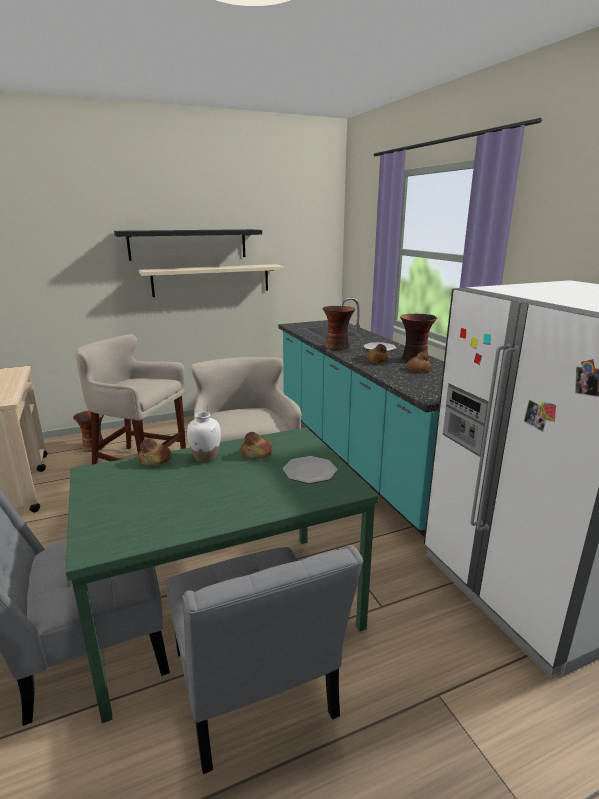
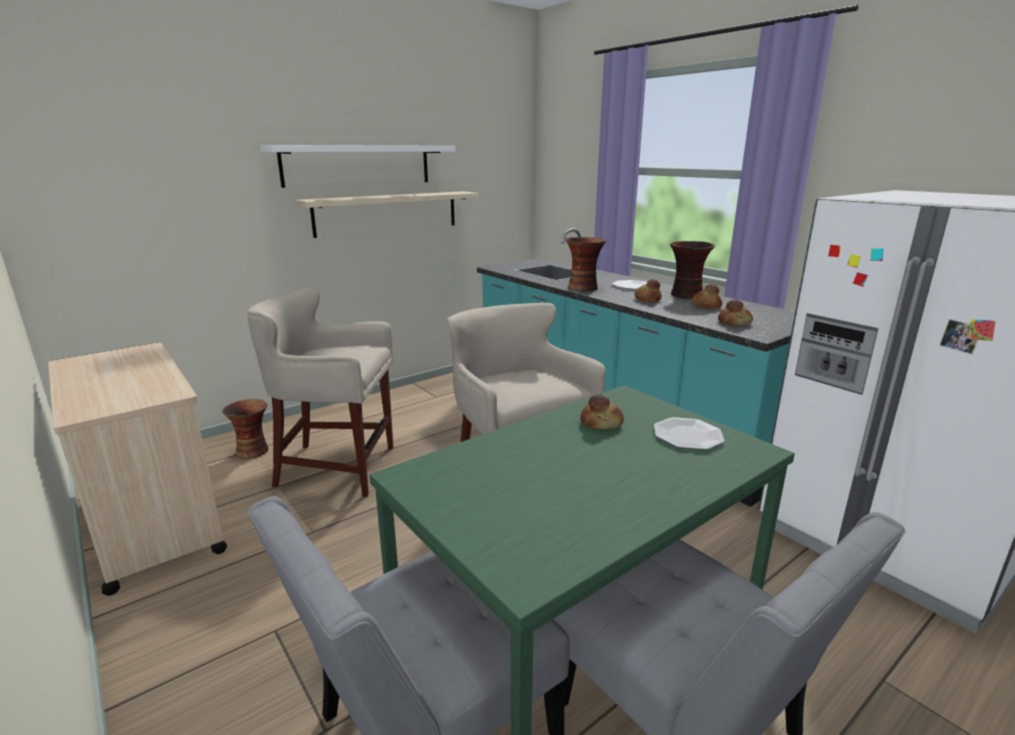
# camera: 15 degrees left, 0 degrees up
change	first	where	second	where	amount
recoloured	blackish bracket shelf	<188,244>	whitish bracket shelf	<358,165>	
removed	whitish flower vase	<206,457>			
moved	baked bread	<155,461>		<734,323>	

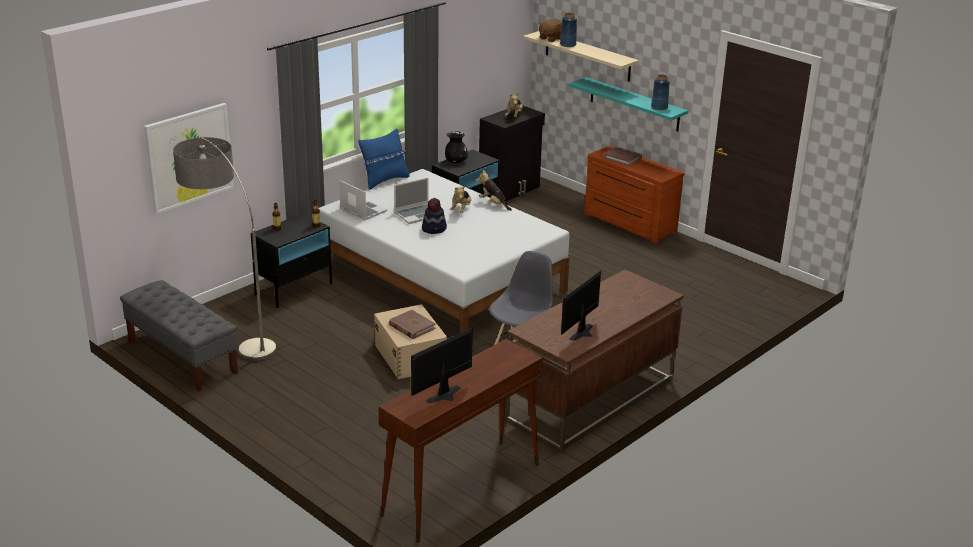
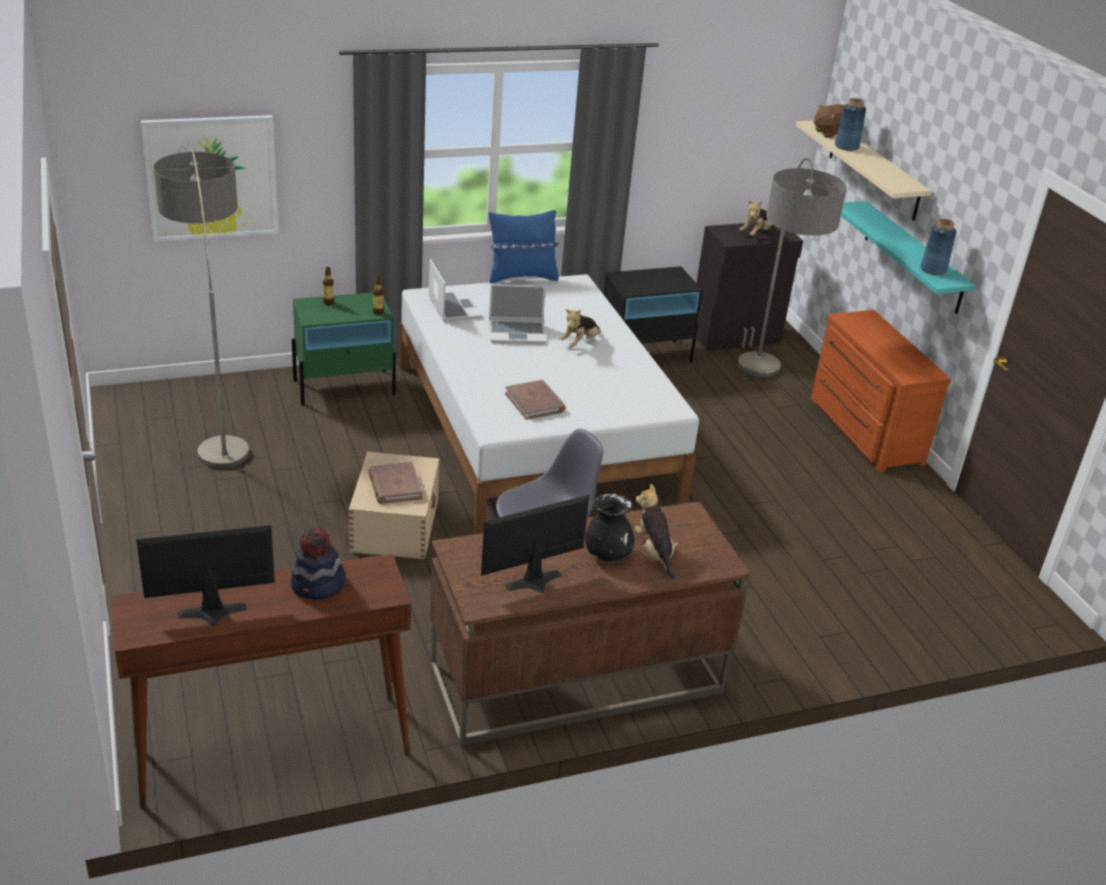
# camera: 25 degrees right, 5 degrees up
change	first	where	second	where	amount
moved	blackish flower vase	<456,161>		<607,554>	
moved	brown volume	<623,158>		<535,402>	
moved	plush toy	<493,204>		<654,552>	
moved	wearable hat	<434,229>		<318,585>	
recoloured	blackish nightstand	<294,289>	green-coloured nightstand	<345,387>	
removed	grey bench	<182,357>			
added			standing lamp	<763,393>	

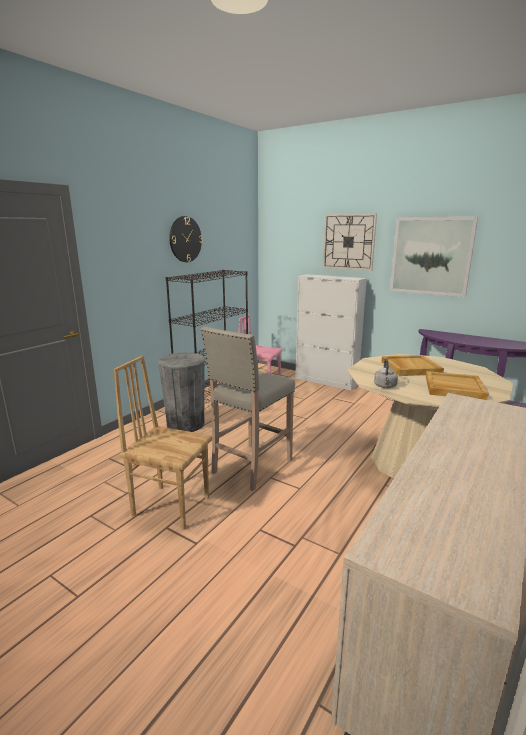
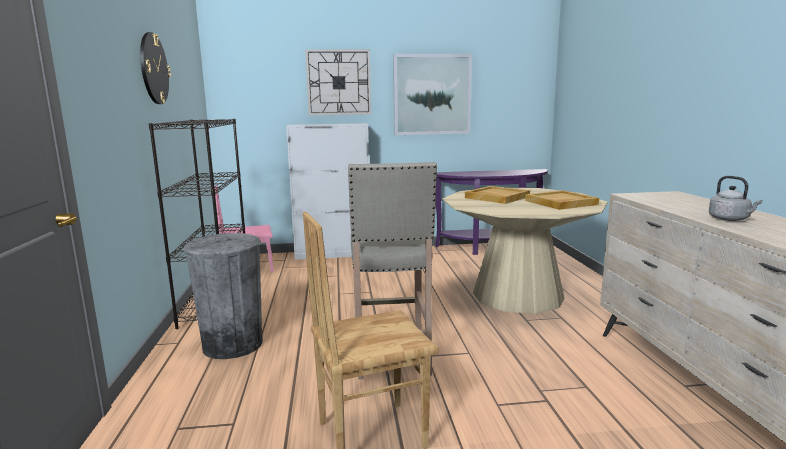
# camera: 40 degrees left, 5 degrees down
change	first	where	second	where	amount
moved	grey kettle	<385,386>		<730,219>	

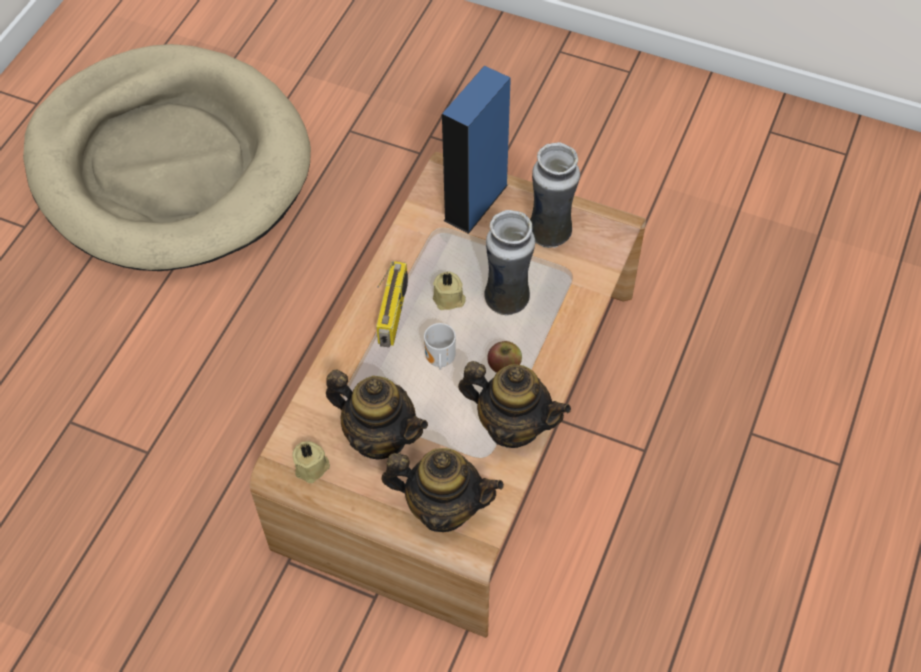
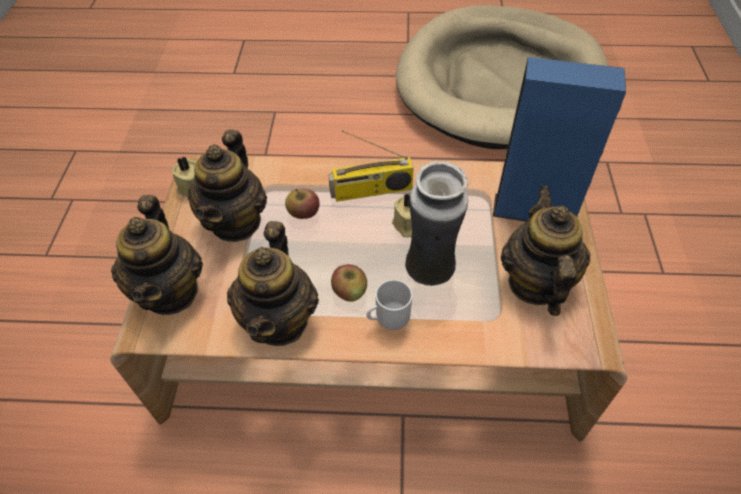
# camera: 70 degrees right, 5 degrees down
change	first	where	second	where	amount
replaced	flower vase	<550,234>	teapot	<535,283>	
moved	coffee mug	<439,360>		<389,319>	
added			apple	<303,213>	

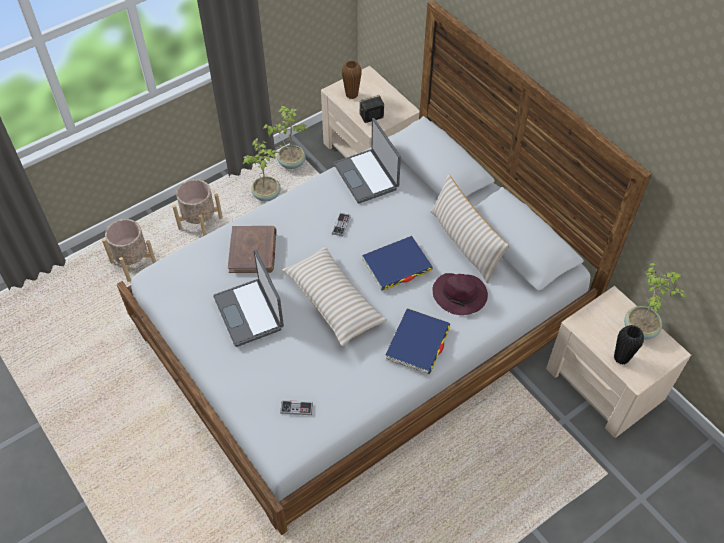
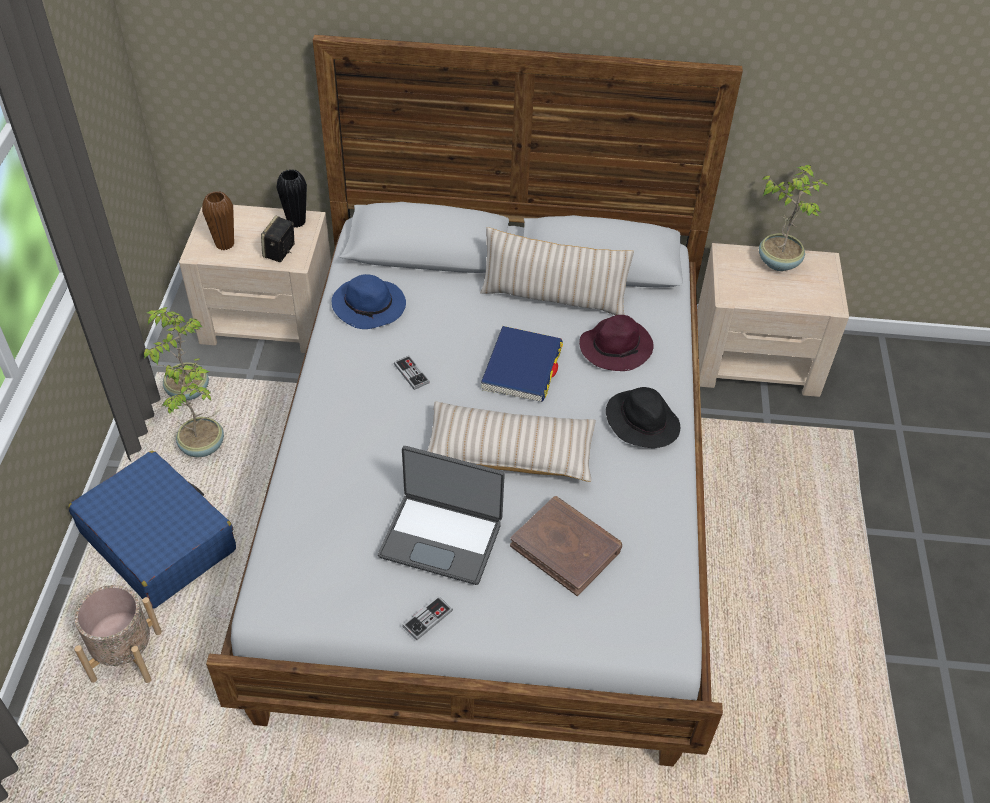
# camera: 50 degrees left, 5 degrees down
change	first	where	second	where	amount
replaced	notebook computer	<367,176>	blue-coloured wearable hat	<370,307>	
replaced	sand-coloured plant pot	<200,223>	blue-coloured piece of luggage	<158,540>	
moved	brown volume	<253,251>		<566,547>	
replaced	blue-coloured volume	<417,343>	blackish wearable hat	<641,421>	
moved	blackish flower vase	<621,358>		<296,222>	
moved	game controller	<296,408>		<427,619>	

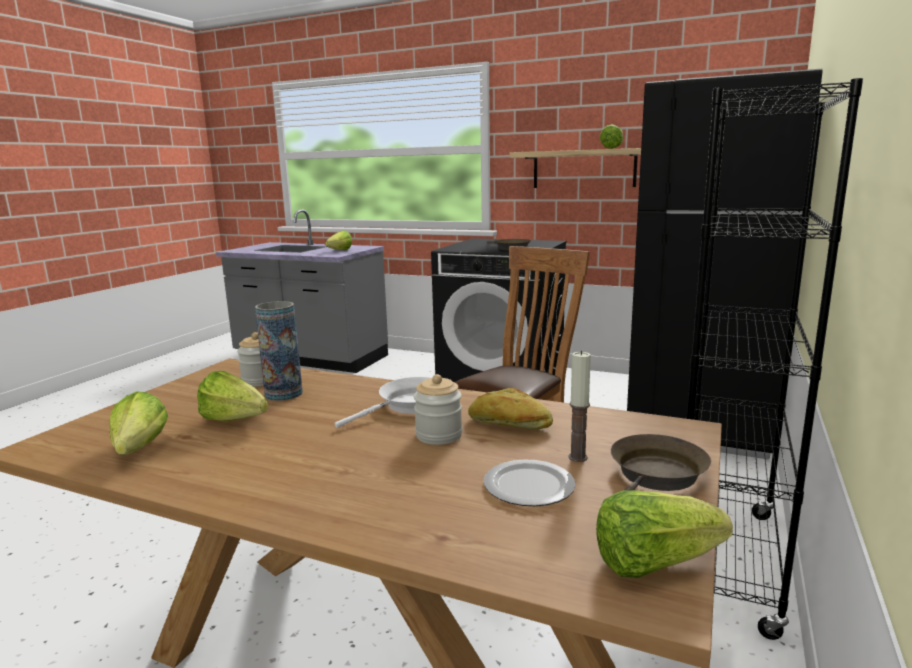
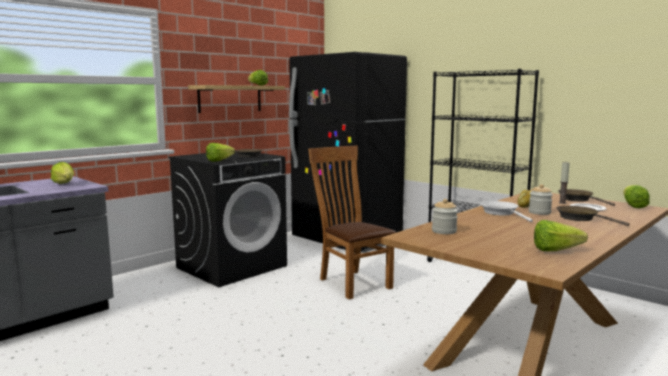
# camera: 70 degrees left, 5 degrees down
change	first	where	second	where	amount
removed	flower vase	<283,394>			
moved	lettuce head	<238,422>		<222,160>	
added			brown pan	<580,218>	

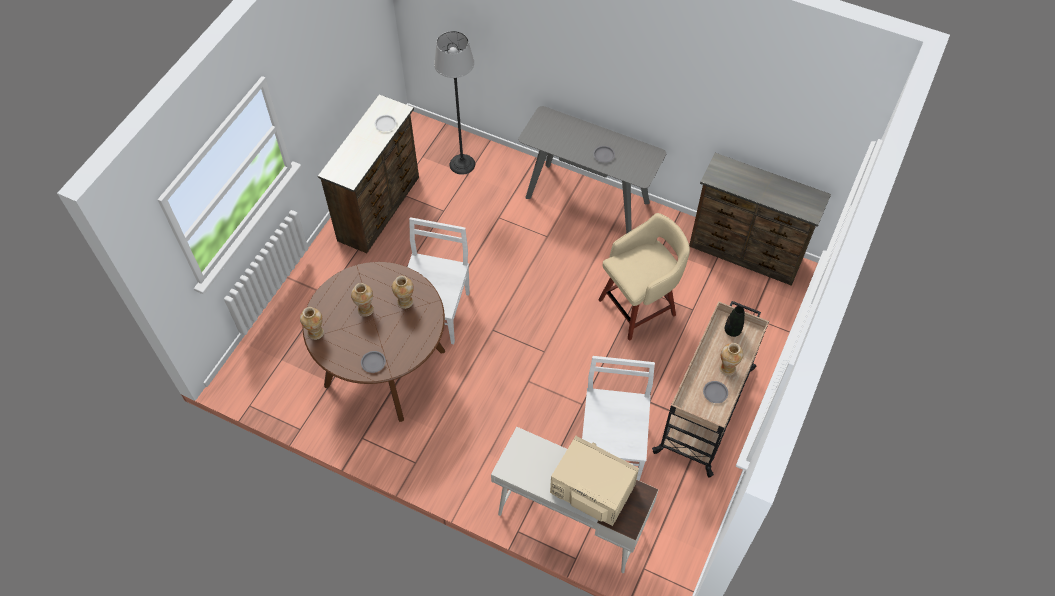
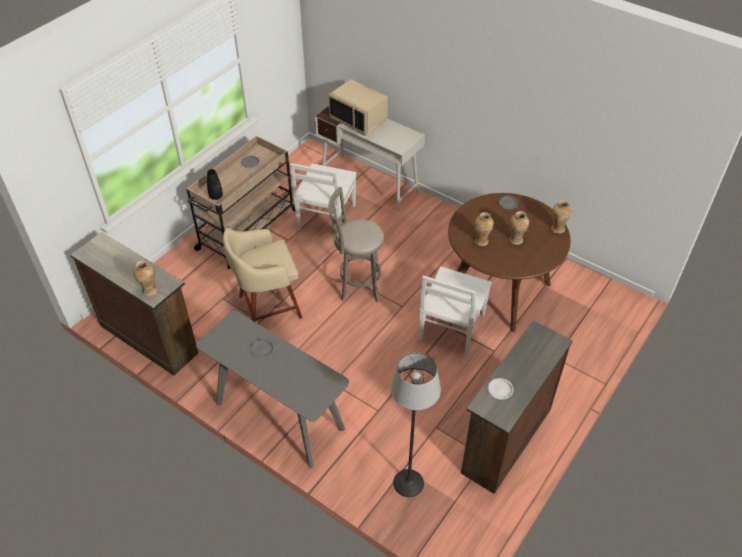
# camera: 170 degrees left, 10 degrees down
change	first	where	second	where	amount
moved	flower vase	<727,368>		<149,290>	
added			grey sitting stool	<357,285>	

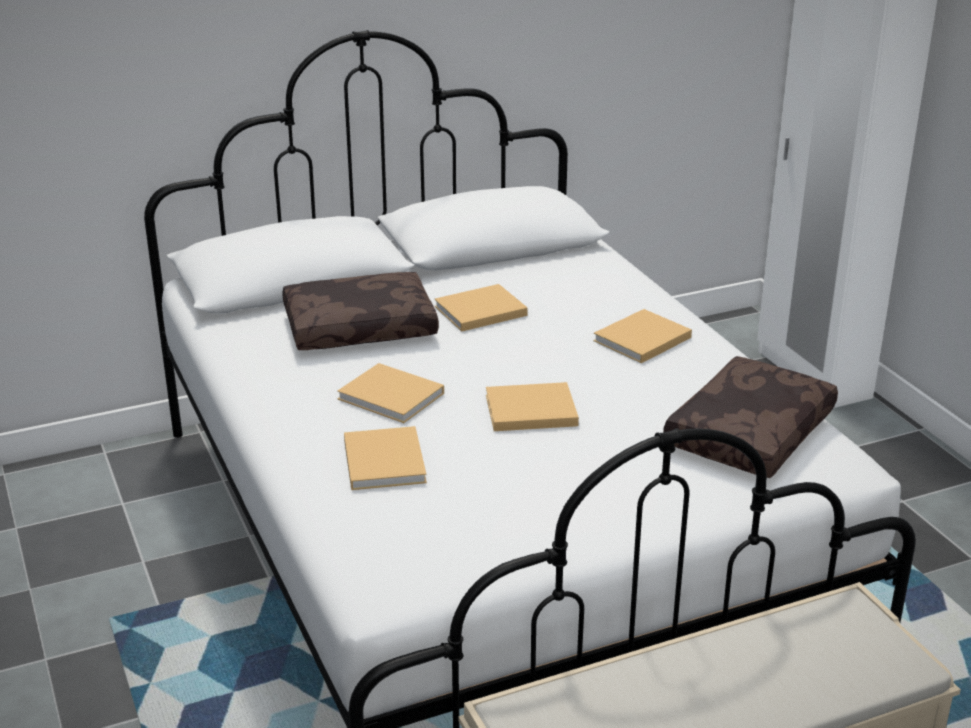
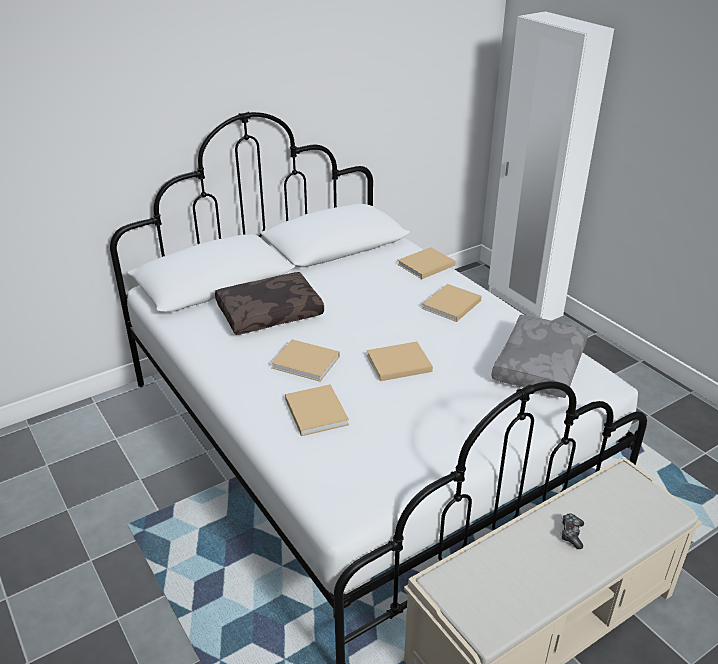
# camera: 10 degrees left, 5 degrees up
change	first	where	second	where	amount
moved	sand-coloured volume	<478,311>		<425,265>	
recoloured	brown throw pillow	<748,432>	grey throw pillow	<537,364>	
added			game controller	<571,534>	

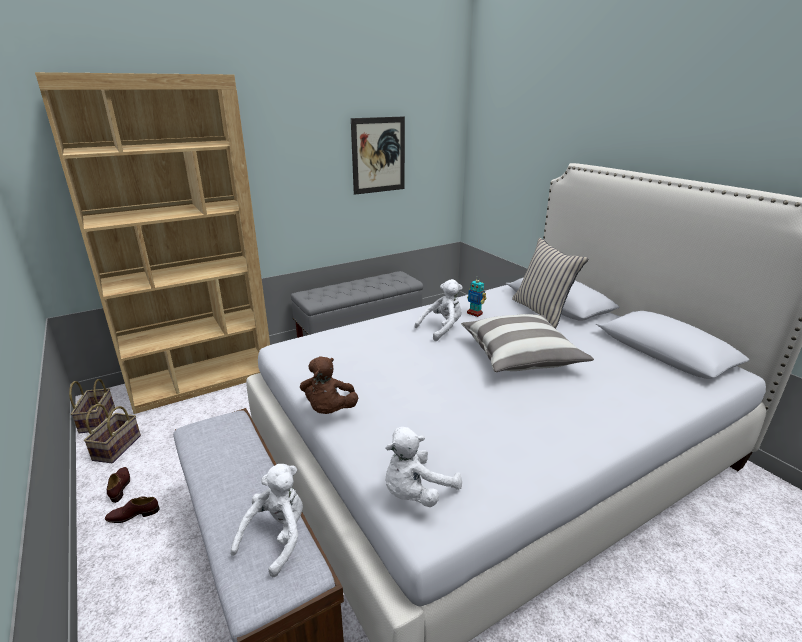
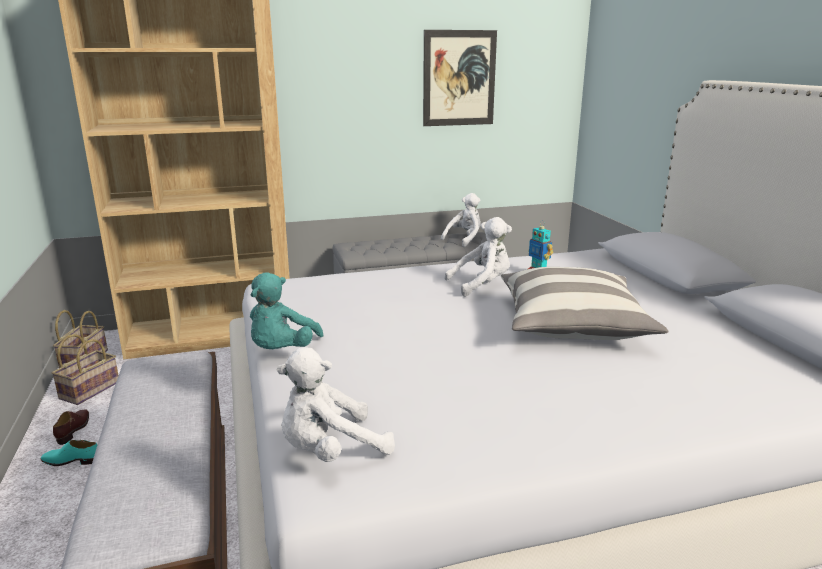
# camera: 15 degrees right, 5 degrees down
change	first	where	second	where	amount
removed	sand-coloured throw pillow	<542,311>			
recoloured	brown plush toy	<329,411>	turquoise plush toy	<282,351>	
moved	whitish plush toy	<277,537>		<464,239>	
recoloured	brown low shoe	<133,515>	turquoise low shoe	<72,461>	

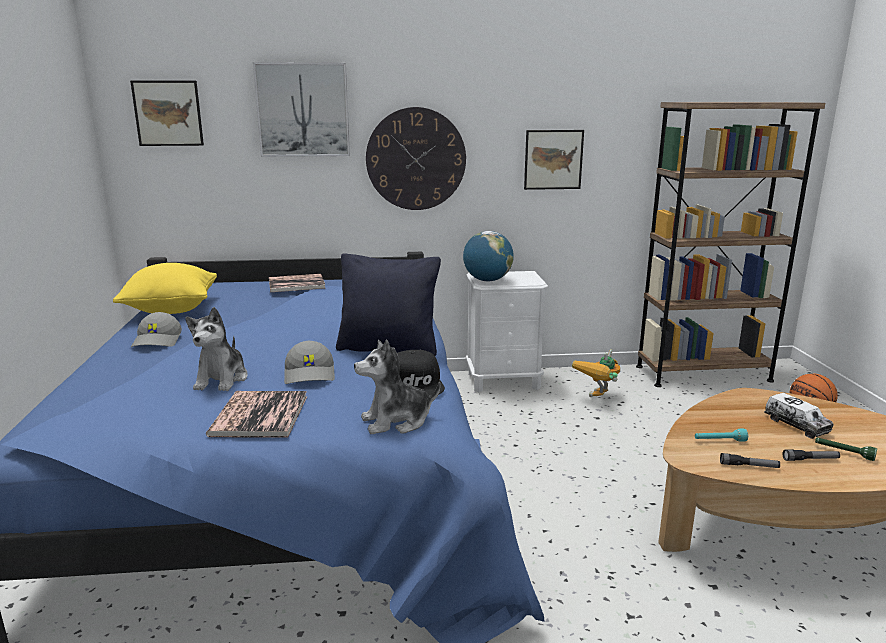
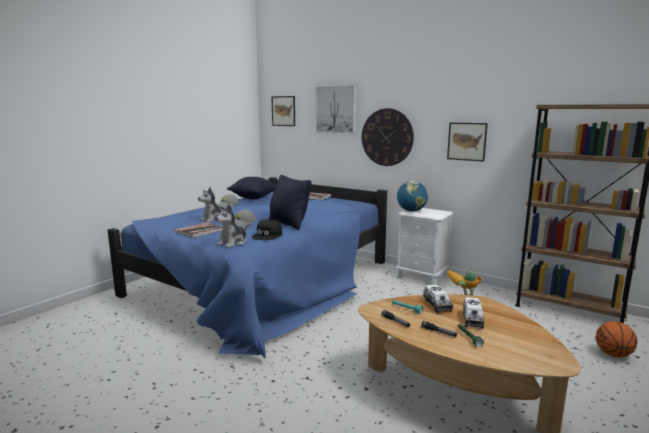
# camera: 40 degrees right, 5 degrees down
change	first	where	second	where	amount
recoloured	yellowish throw pillow	<171,309>	blackish throw pillow	<253,198>	
turned	plush toy	<396,421>		<233,243>	75 degrees counterclockwise
added			toy truck	<437,305>	

